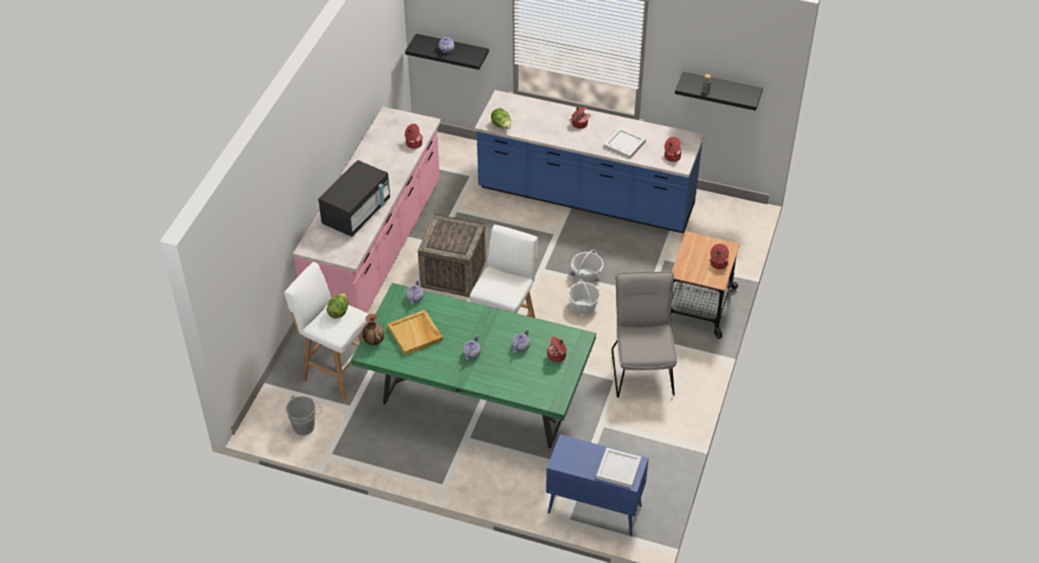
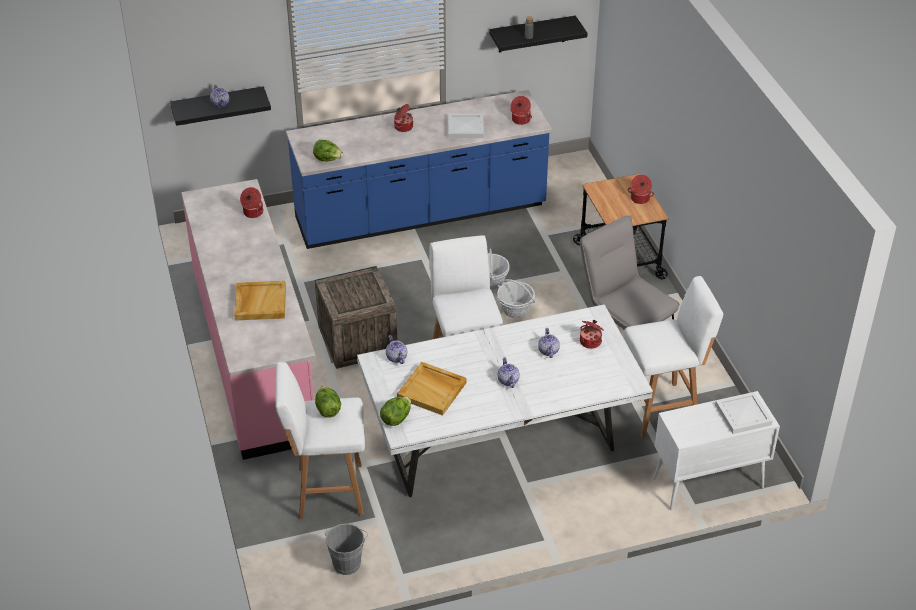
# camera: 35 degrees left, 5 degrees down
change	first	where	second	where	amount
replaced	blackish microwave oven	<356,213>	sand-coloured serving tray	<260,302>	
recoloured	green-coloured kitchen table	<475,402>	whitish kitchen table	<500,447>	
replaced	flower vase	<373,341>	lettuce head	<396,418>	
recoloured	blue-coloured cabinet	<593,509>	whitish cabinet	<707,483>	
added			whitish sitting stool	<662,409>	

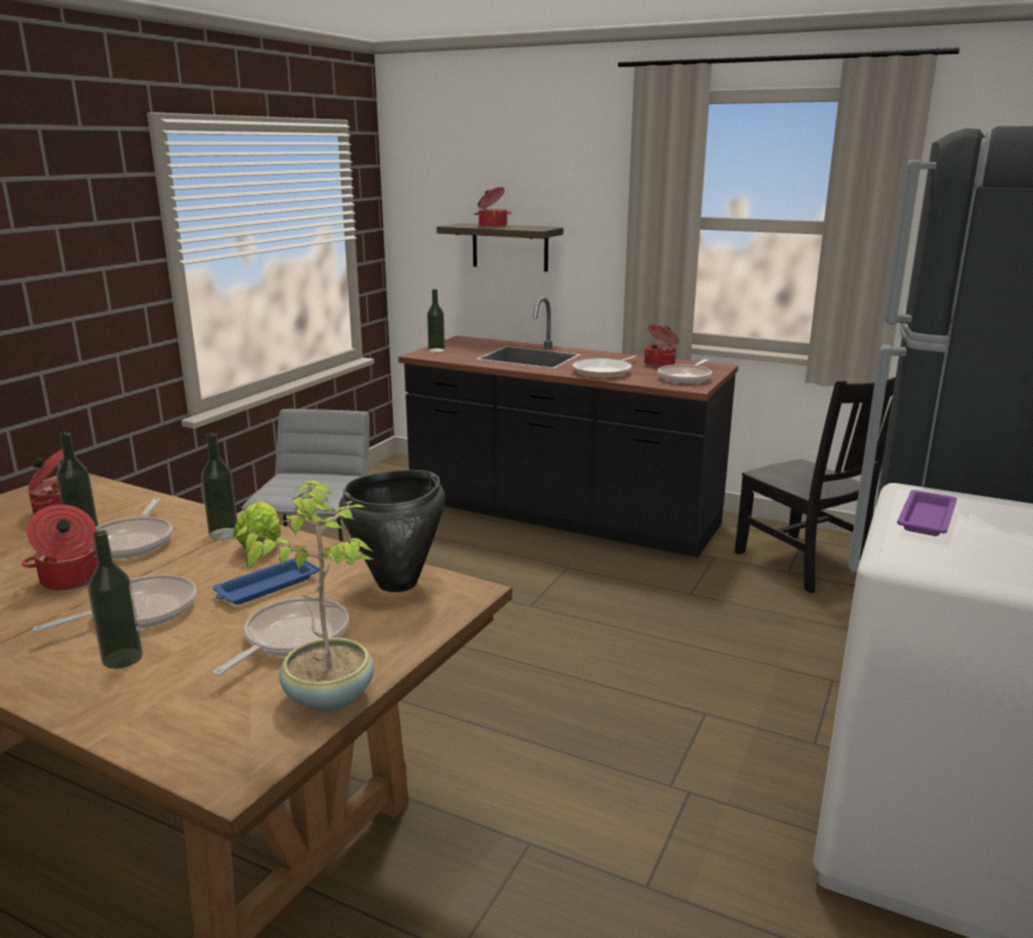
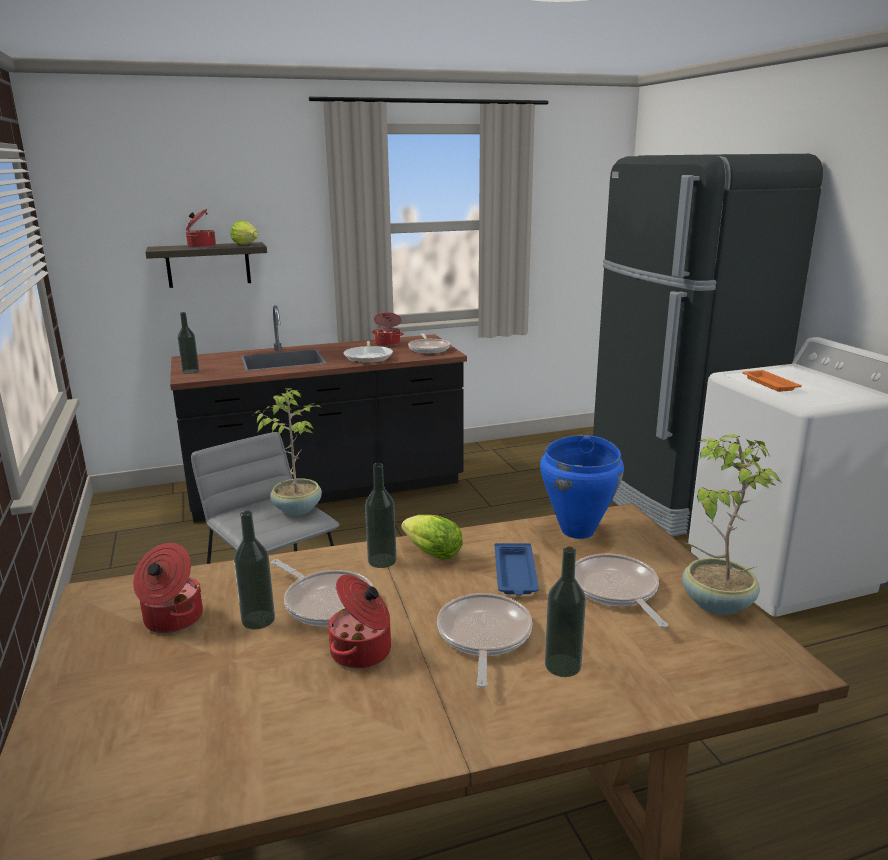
# camera: 45 degrees left, 0 degrees up
change	first	where	second	where	amount
removed	blackish plain chair	<804,564>			
recoloured	blackish cooking pot	<398,583>	blue-coloured cooking pot	<578,531>	
recoloured	purplish serving tray	<926,518>	orange-coloured serving tray	<769,384>	
added			lettuce head	<247,245>	
added			potted plant	<297,508>	

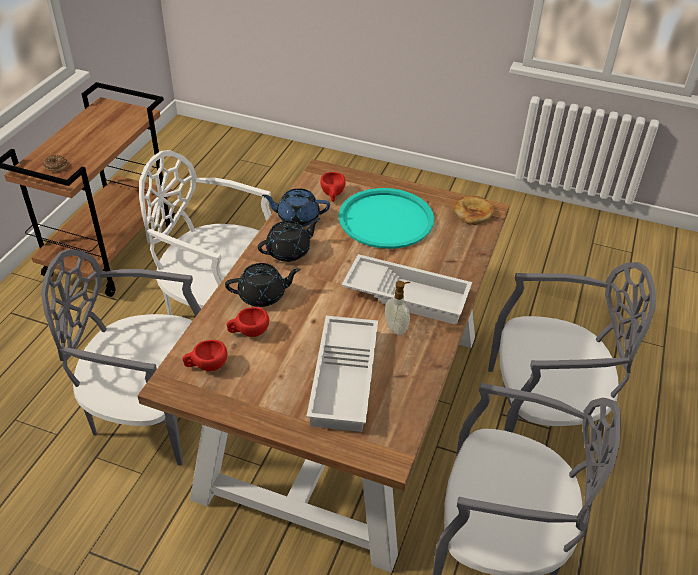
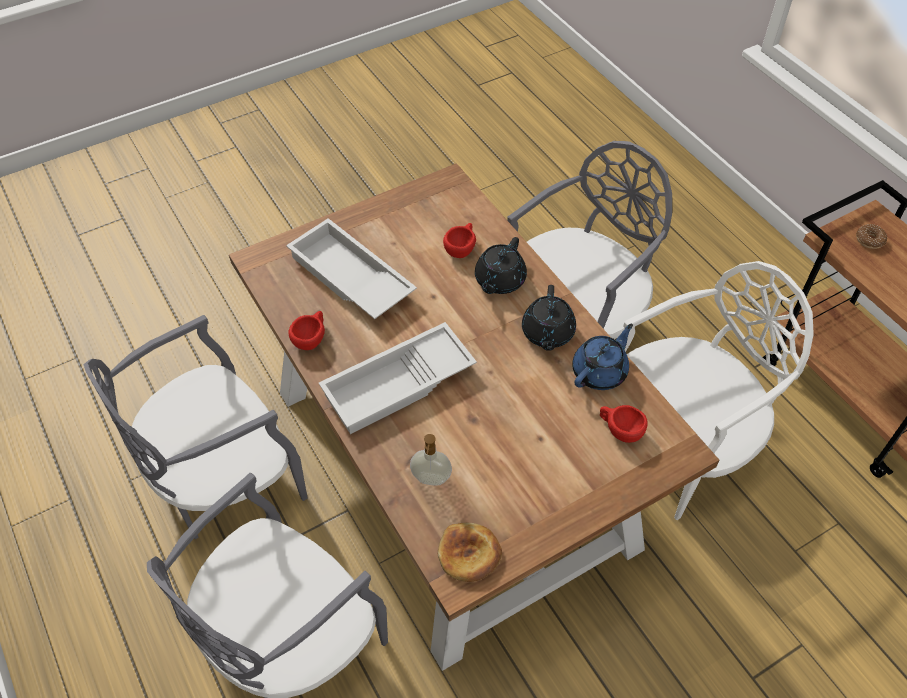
# camera: 130 degrees right, 10 degrees up
change	first	where	second	where	amount
removed	turquoise serving tray	<386,219>			
moved	soap dispenser	<396,328>		<431,480>	
moved	reddish cup	<206,366>		<311,338>	

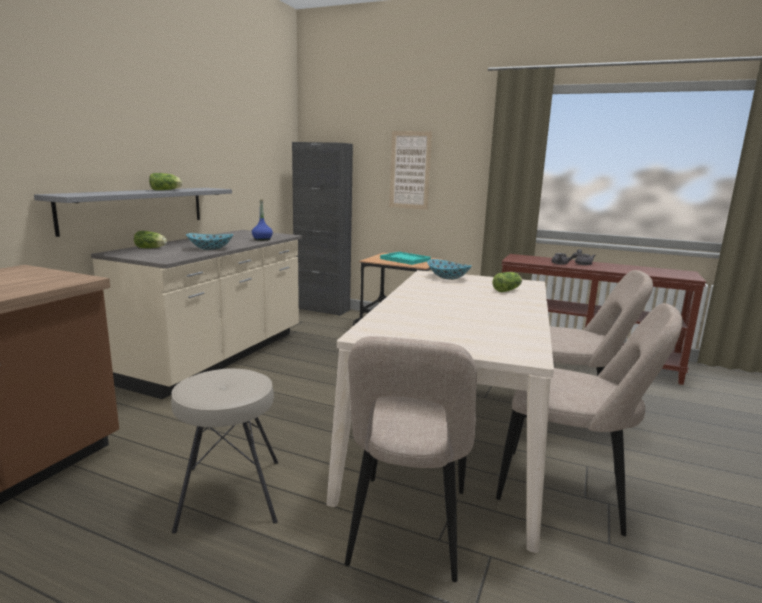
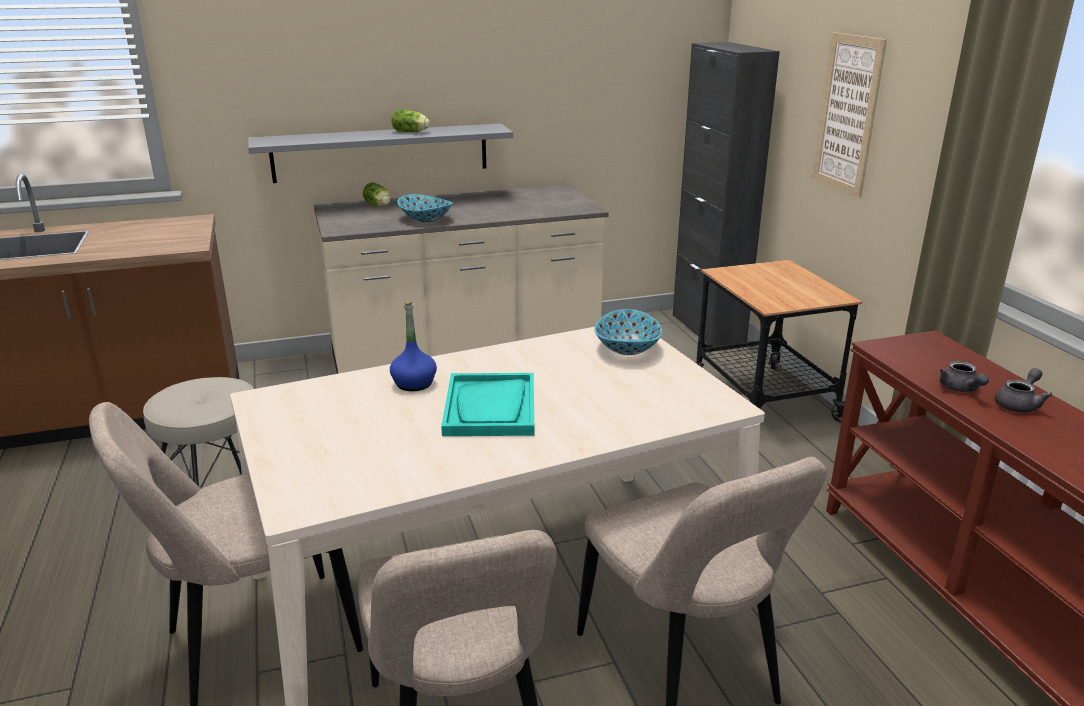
# camera: 50 degrees right, 10 degrees up
change	first	where	second	where	amount
moved	blue-coloured beverage bottle	<262,239>		<414,384>	
moved	turquoise serving tray	<405,259>		<490,407>	
removed	lettuce head	<508,290>			

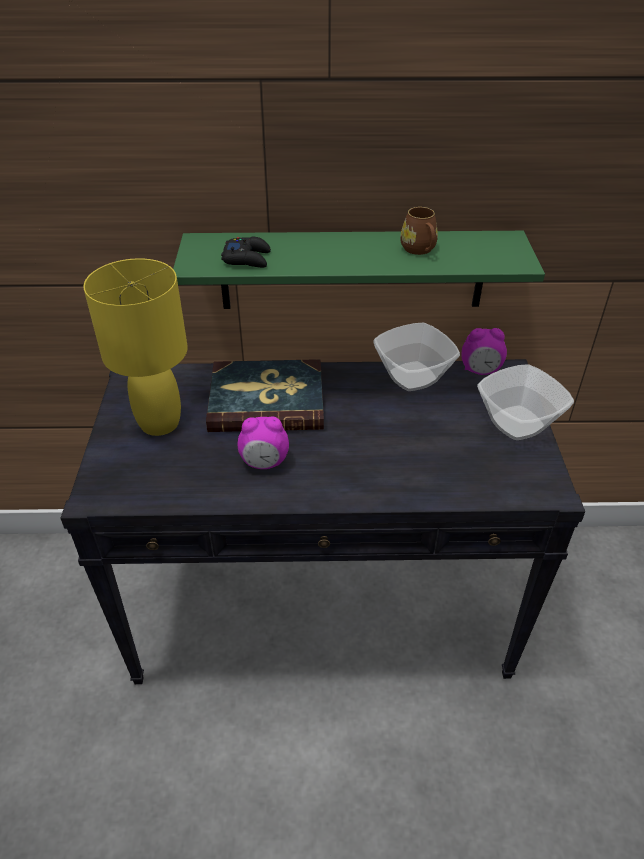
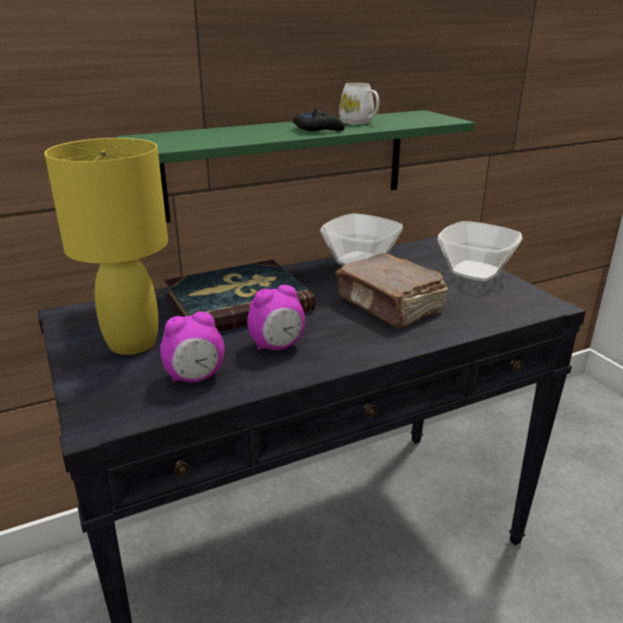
# camera: 25 degrees left, 15 degrees down
change	first	where	second	where	amount
recoloured	brown coffee mug	<420,250>	whitish coffee mug	<359,122>	
moved	blackish game controller	<247,258>		<318,129>	
moved	bedside clock	<480,371>		<195,378>	
added			brown volume	<390,305>	

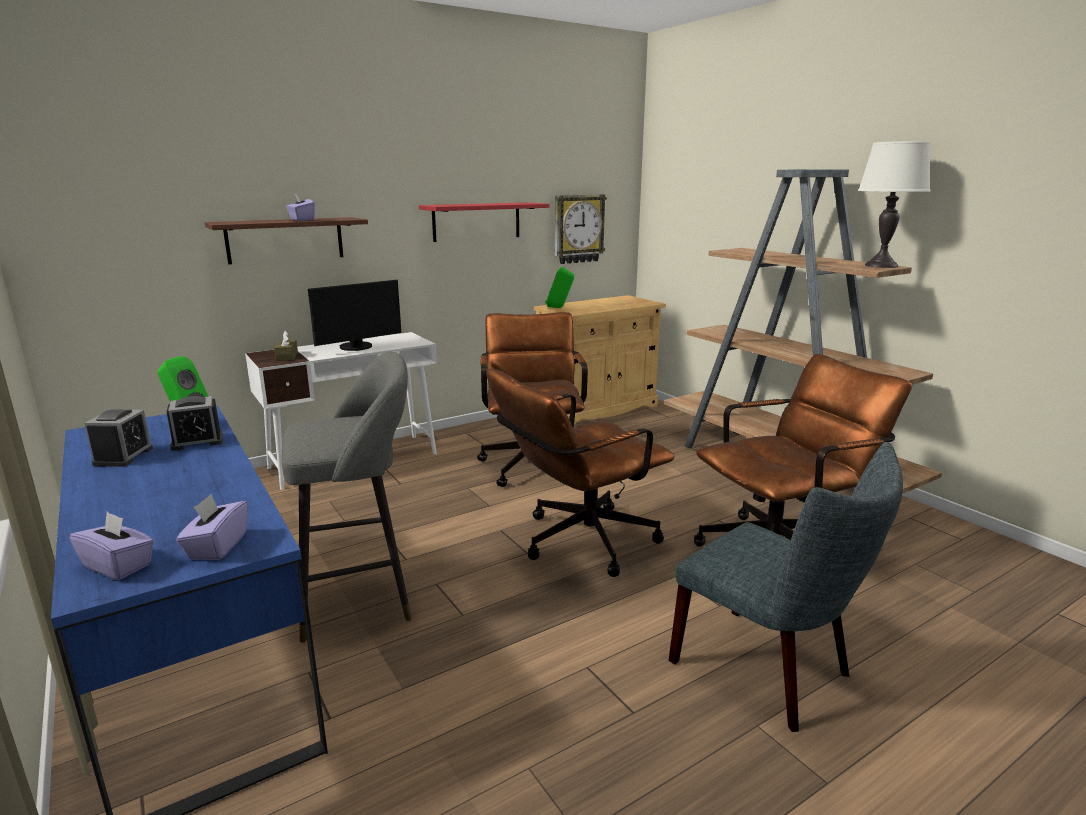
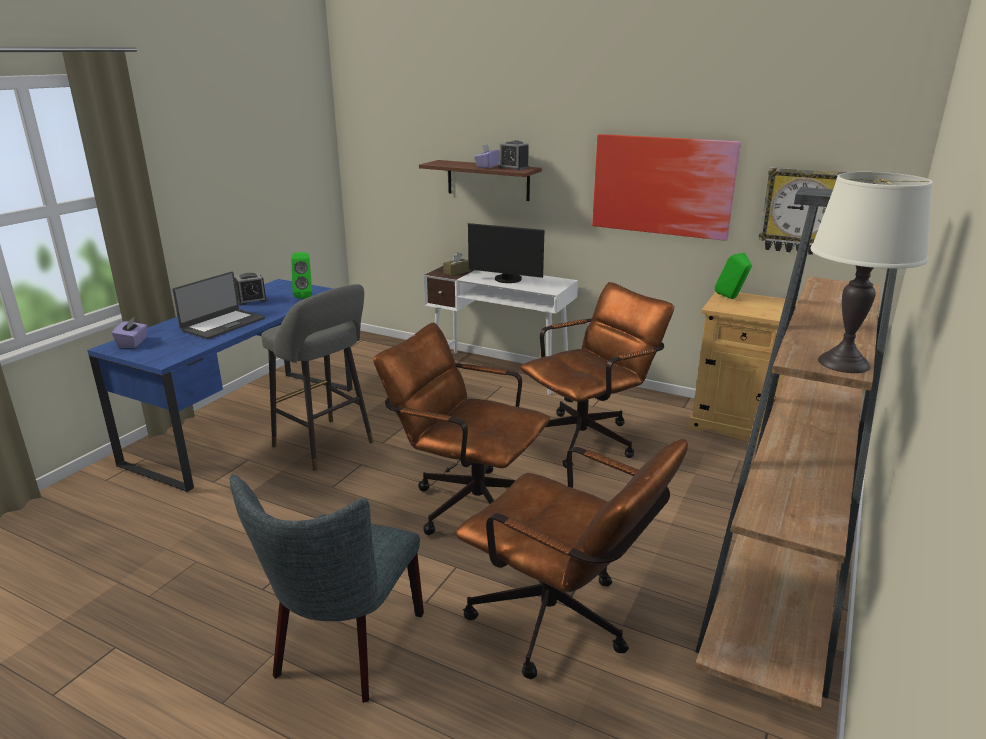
# camera: 60 degrees right, 5 degrees up
change	first	where	second	where	amount
replaced	reddish bracket shelf	<477,221>	wall art	<662,186>	
moved	bedside clock	<197,441>		<513,168>	
removed	purplish box of tissues	<217,546>			
added			notebook computer	<222,324>	

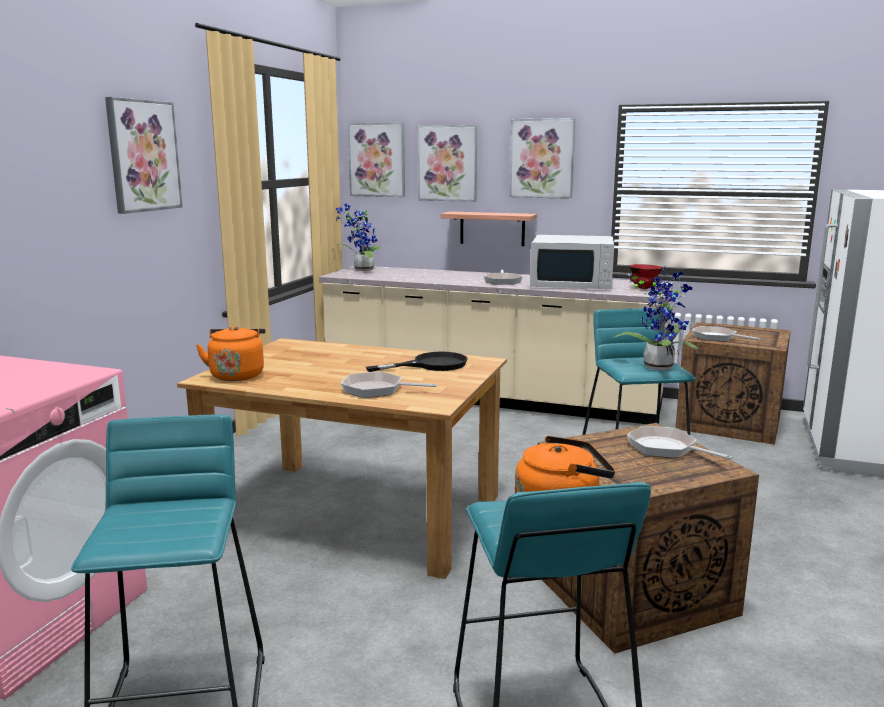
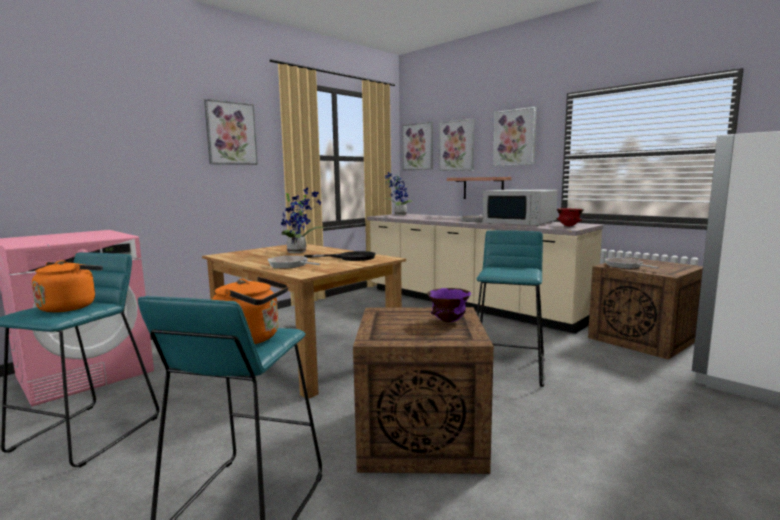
# camera: 25 degrees right, 5 degrees down
change	first	where	second	where	amount
moved	potted plant	<658,366>		<299,252>	
moved	orange-coloured kettle	<237,375>		<70,307>	
replaced	pan	<666,449>	purplish serving bowl	<448,321>	

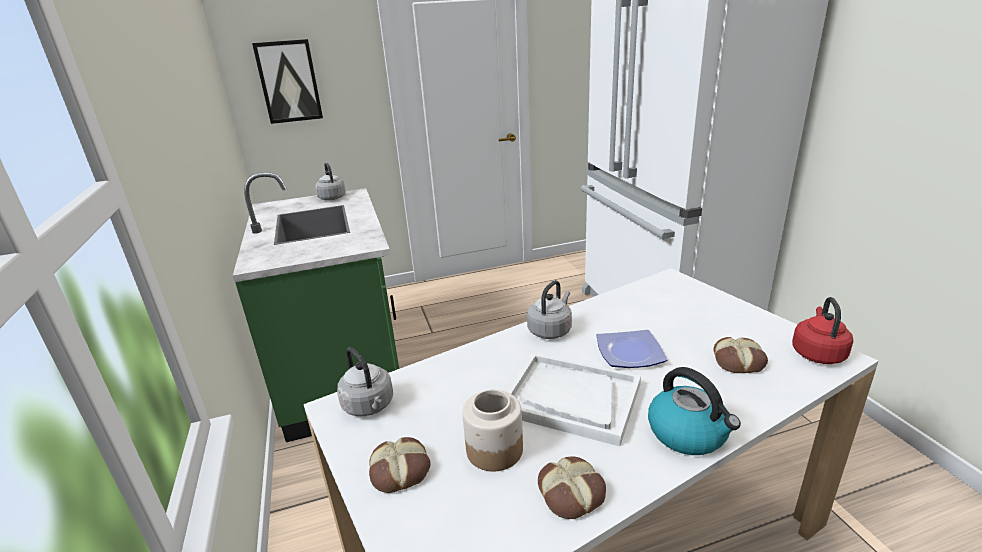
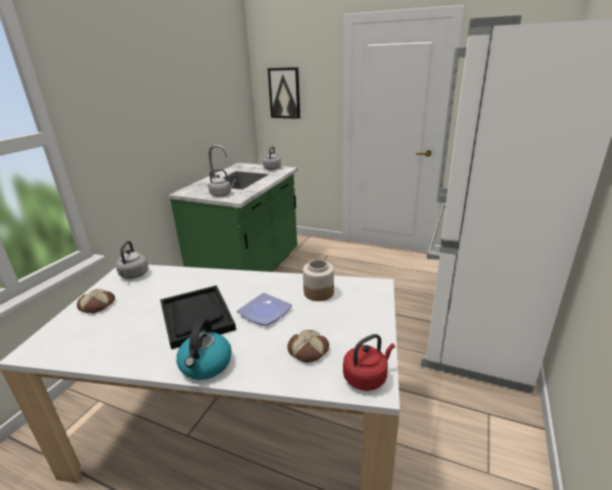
# camera: 40 degrees right, 0 degrees up
change	first	where	second	where	amount
moved	grey kettle	<550,330>		<222,195>	
recoloured	whitish serving tray	<570,399>	blackish serving tray	<196,317>	
moved	jar	<494,450>		<318,292>	
removed	baked bread	<572,493>			

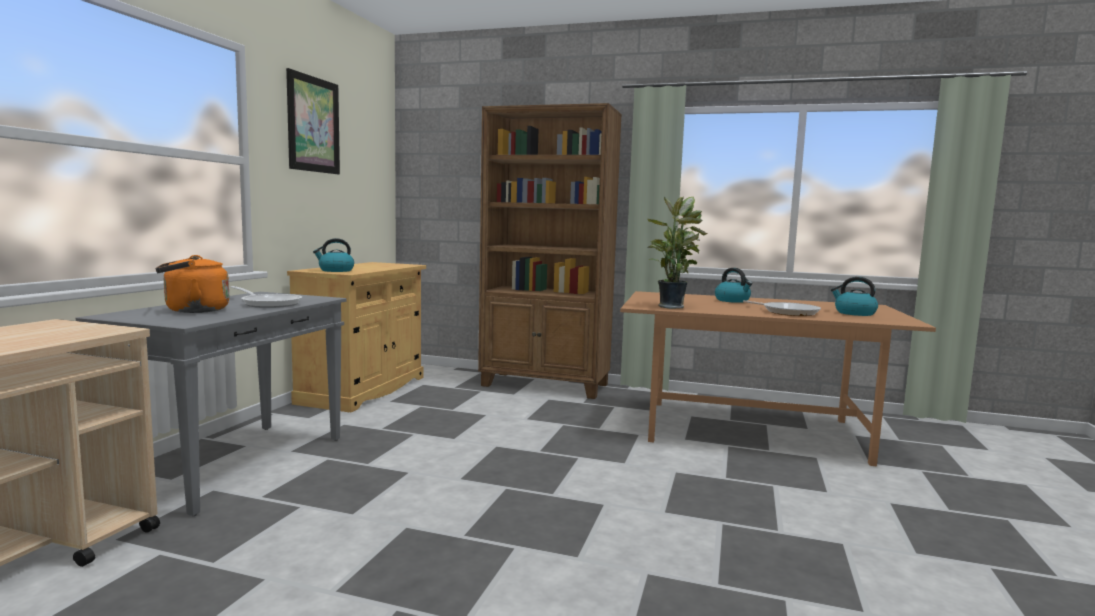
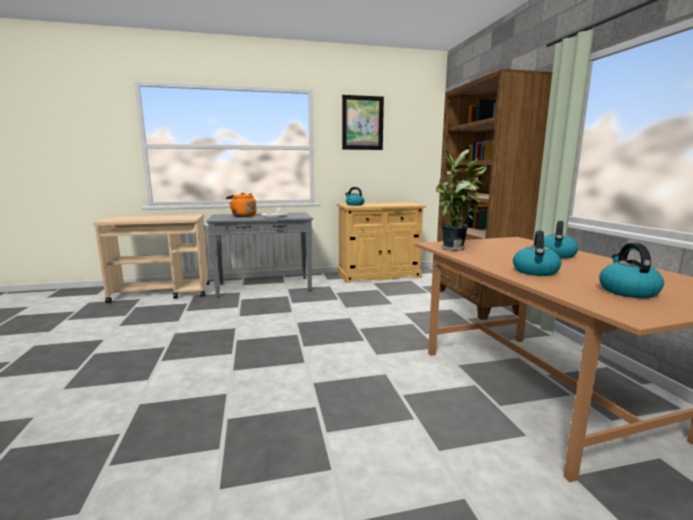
# camera: 60 degrees right, 5 degrees up
change	first	where	second	where	amount
replaced	pan	<787,312>	kettle	<535,272>	

